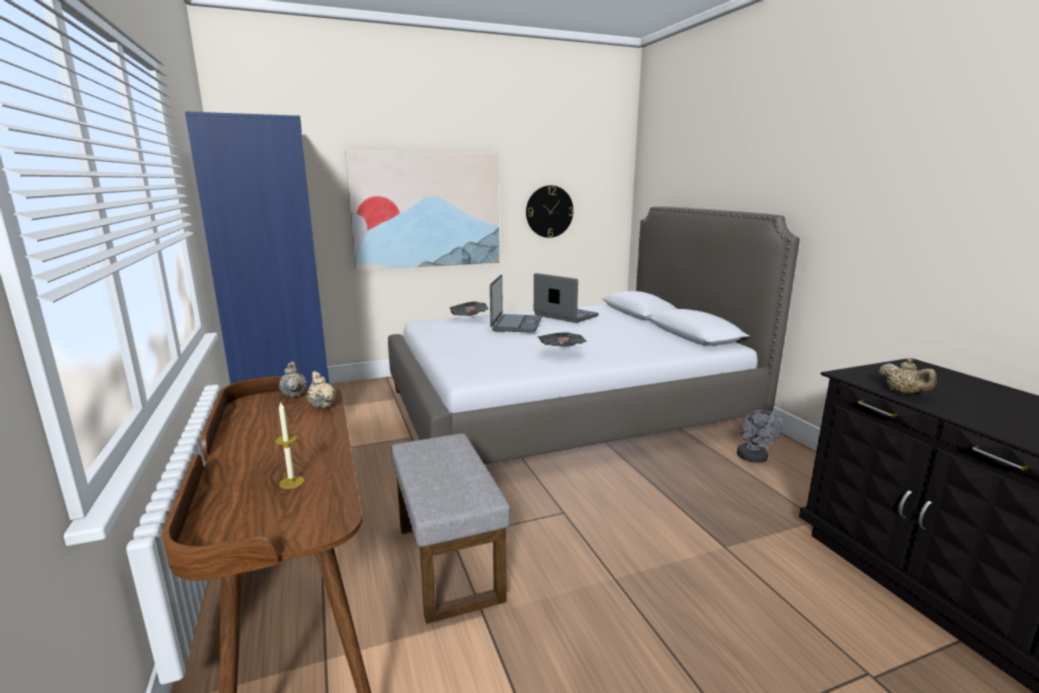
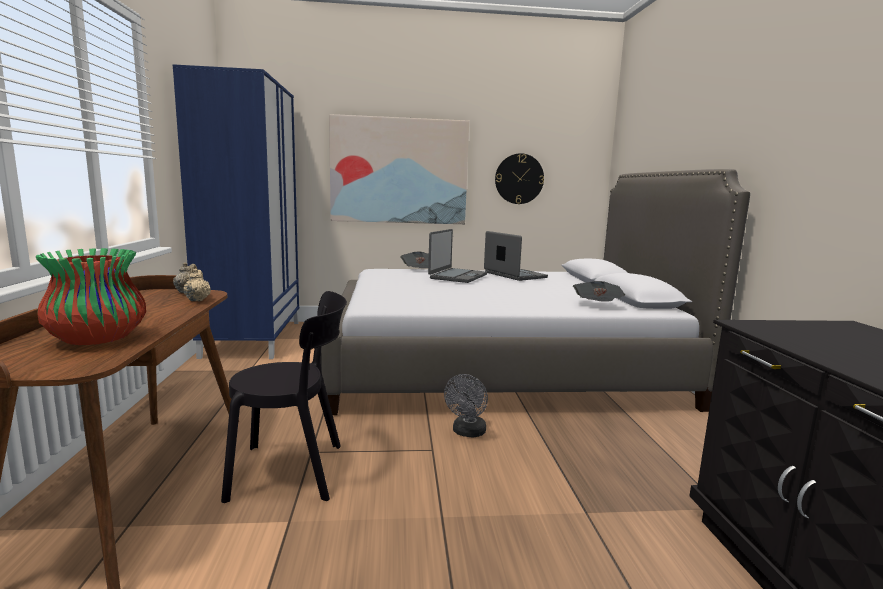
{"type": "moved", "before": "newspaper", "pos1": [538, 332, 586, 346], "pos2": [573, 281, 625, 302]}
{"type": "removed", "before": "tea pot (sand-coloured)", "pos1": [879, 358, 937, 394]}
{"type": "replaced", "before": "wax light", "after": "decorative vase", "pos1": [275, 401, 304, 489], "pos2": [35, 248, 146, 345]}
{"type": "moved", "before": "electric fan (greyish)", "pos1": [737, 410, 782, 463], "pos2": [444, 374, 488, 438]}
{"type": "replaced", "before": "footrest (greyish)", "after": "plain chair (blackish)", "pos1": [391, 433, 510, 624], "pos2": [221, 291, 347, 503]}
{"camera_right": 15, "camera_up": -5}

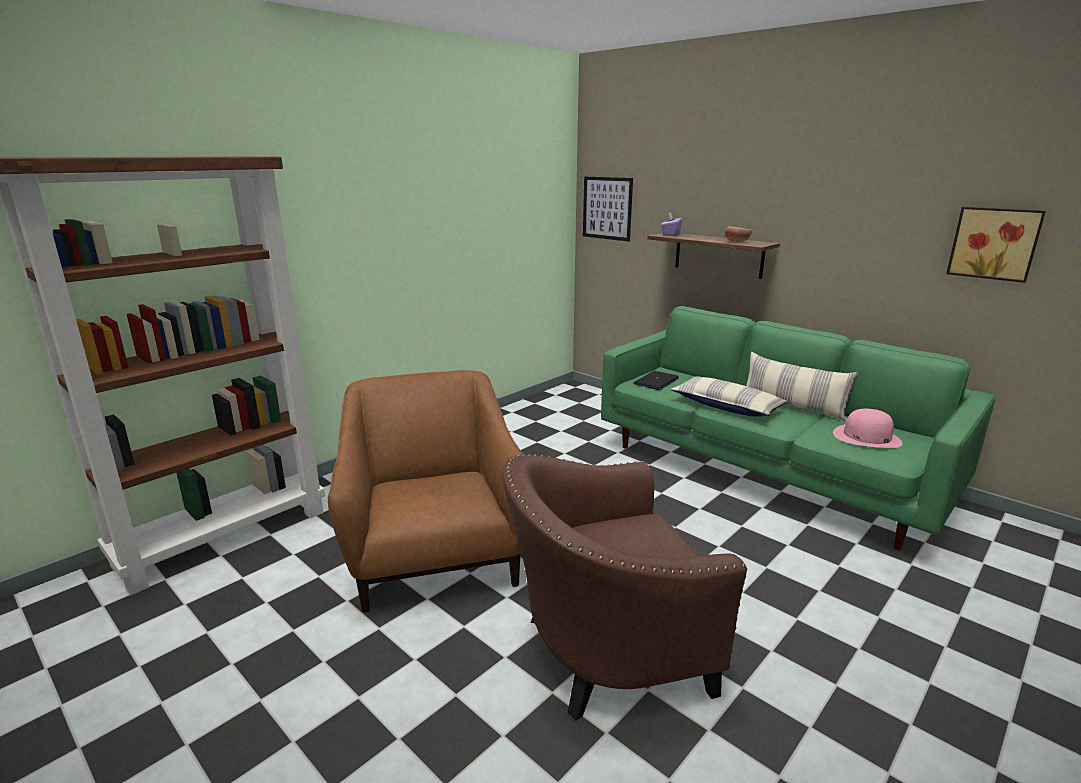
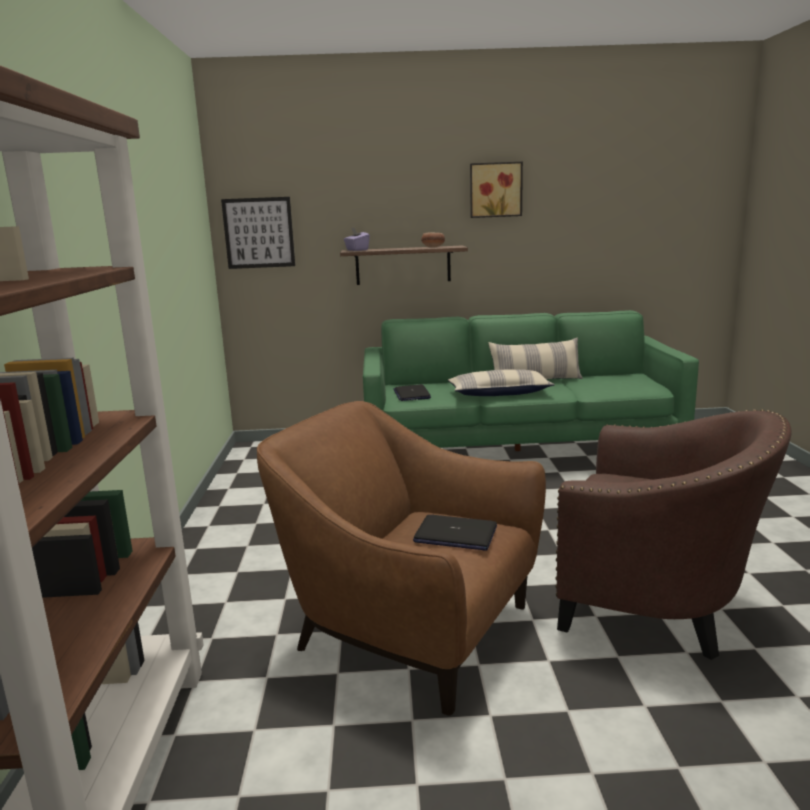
{"type": "moved", "before": "picture", "pos1": [946, 207, 1046, 283], "pos2": [470, 162, 523, 218]}
{"type": "removed", "before": "wearable hat (pink-coloured)", "pos1": [833, 409, 902, 448]}
{"type": "turned", "before": "lounge chair (brown-coloured)", "pos1": [502, 454, 747, 720], "pos2": [555, 410, 791, 660], "turn": -90}
{"type": "added", "after": "notebook computer", "pos2": [413, 515, 497, 550]}
{"camera_right": -45, "camera_up": -5}

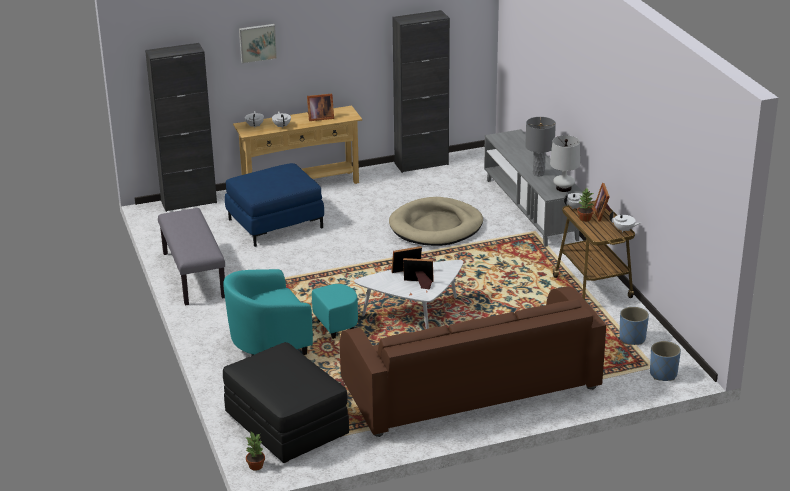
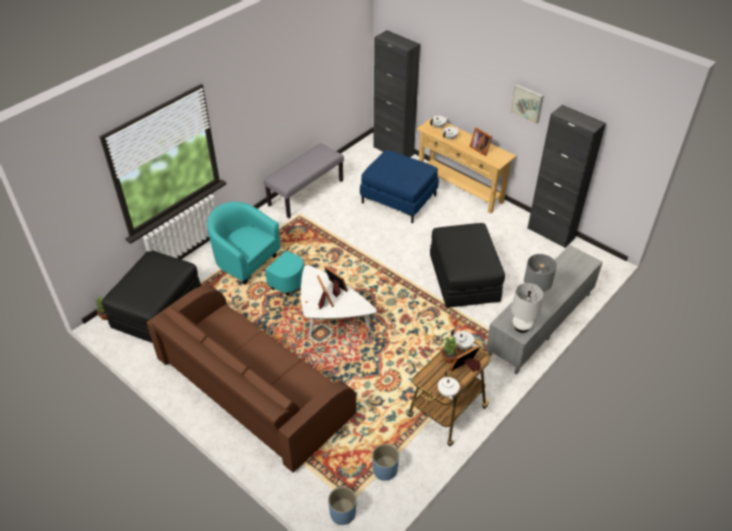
{"type": "moved", "before": "picture", "pos1": [239, 24, 277, 64], "pos2": [510, 84, 544, 124]}
{"type": "replaced", "before": "dog cushion (sand-coloured)", "after": "footrest (blackish)", "pos1": [389, 197, 483, 246], "pos2": [430, 223, 505, 308]}
{"camera_right": 60, "camera_up": 15}

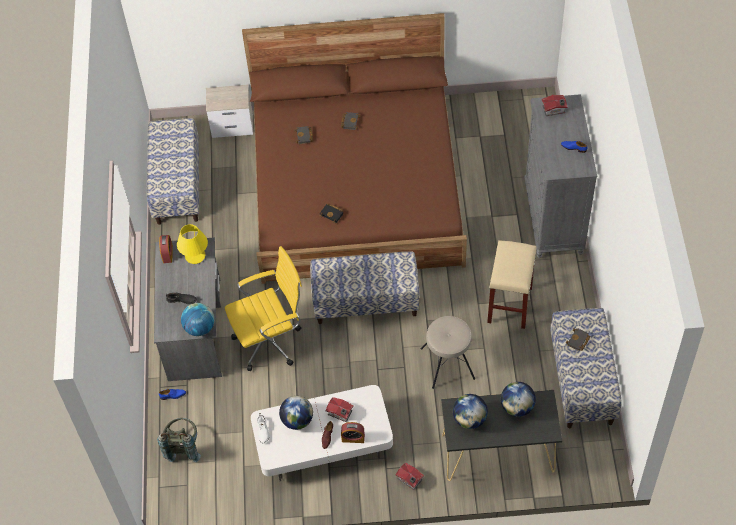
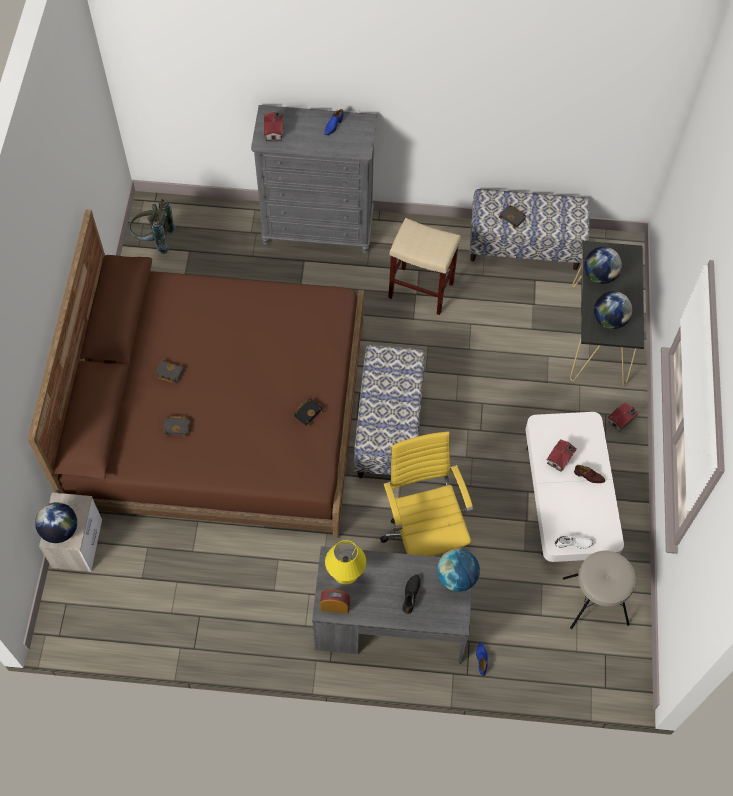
{"type": "removed", "before": "long seat", "pos1": [147, 118, 199, 225]}
{"type": "moved", "before": "stool (sand-coloured)", "pos1": [421, 316, 475, 389], "pos2": [563, 550, 636, 629]}
{"type": "moved", "before": "globe", "pos1": [279, 396, 313, 430], "pos2": [35, 502, 77, 543]}
{"type": "moved", "before": "backpack (greyish)", "pos1": [157, 418, 201, 462], "pos2": [129, 199, 176, 254]}
{"type": "removed", "before": "table clock", "pos1": [341, 422, 365, 443]}
{"camera_right": -85, "camera_up": 5}

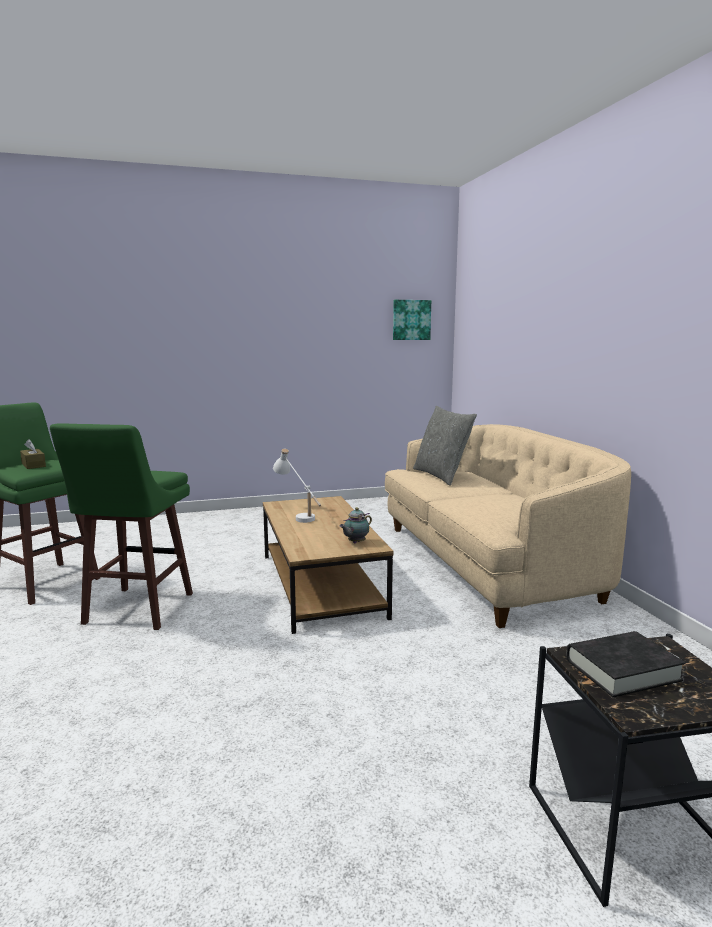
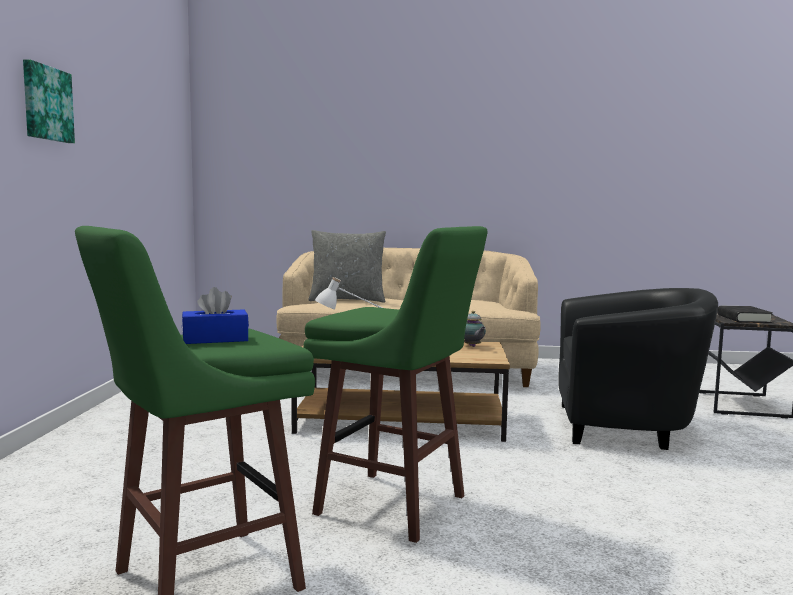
{"type": "moved", "before": "picture", "pos1": [393, 300, 431, 340], "pos2": [23, 59, 75, 143]}
{"type": "recoloured", "before": "tissue box (brown-coloured)", "after": "tissue box (blue-coloured)", "pos1": [20, 439, 46, 469], "pos2": [182, 287, 249, 344]}
{"type": "added", "after": "lounge chair (blackish)", "pos2": [558, 288, 718, 450]}
{"camera_right": -70, "camera_up": -5}

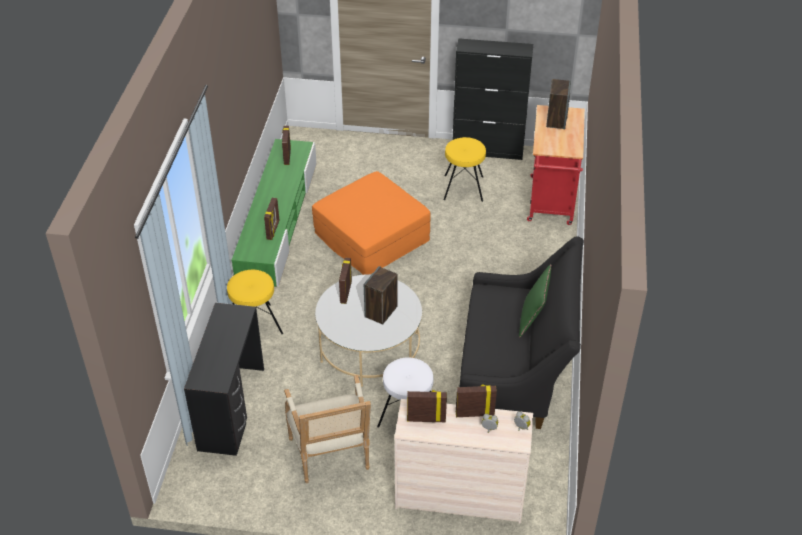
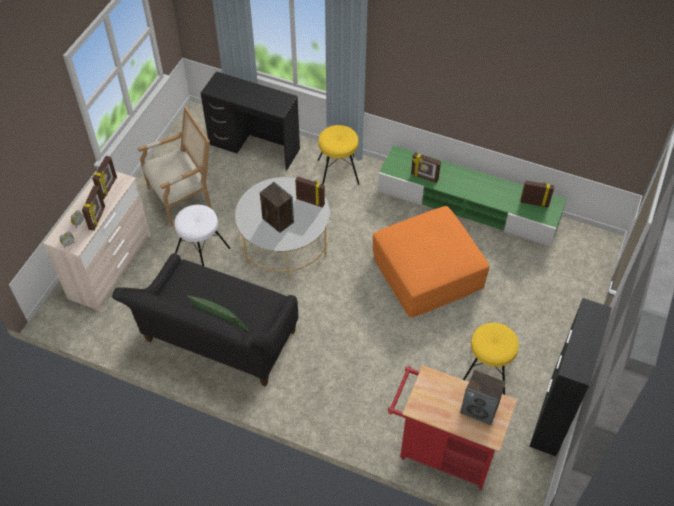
{"type": "turned", "before": "lounge chair", "pos1": [284, 375, 371, 483], "pos2": [137, 107, 211, 227], "turn": 150}
{"camera_right": 105, "camera_up": 10}

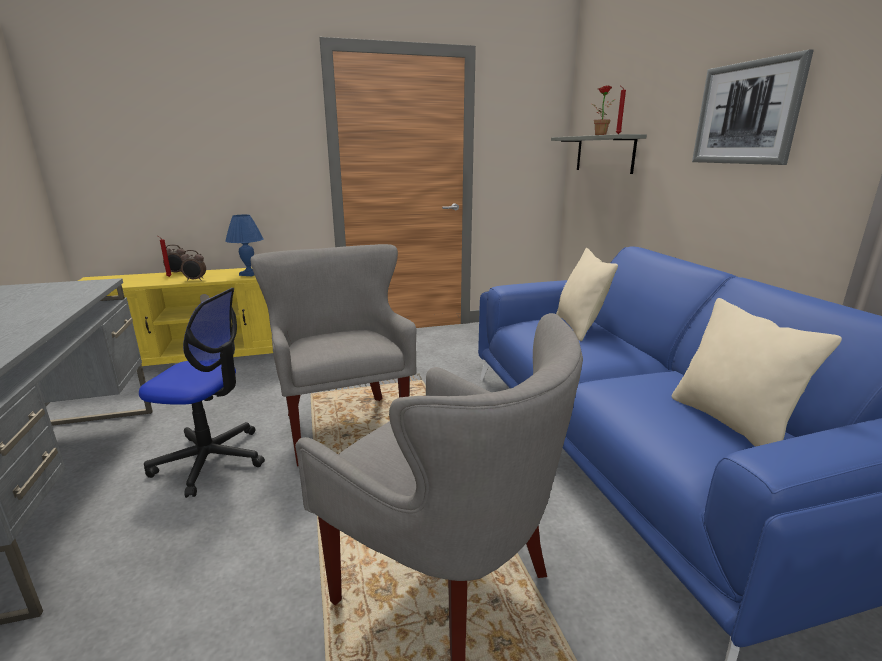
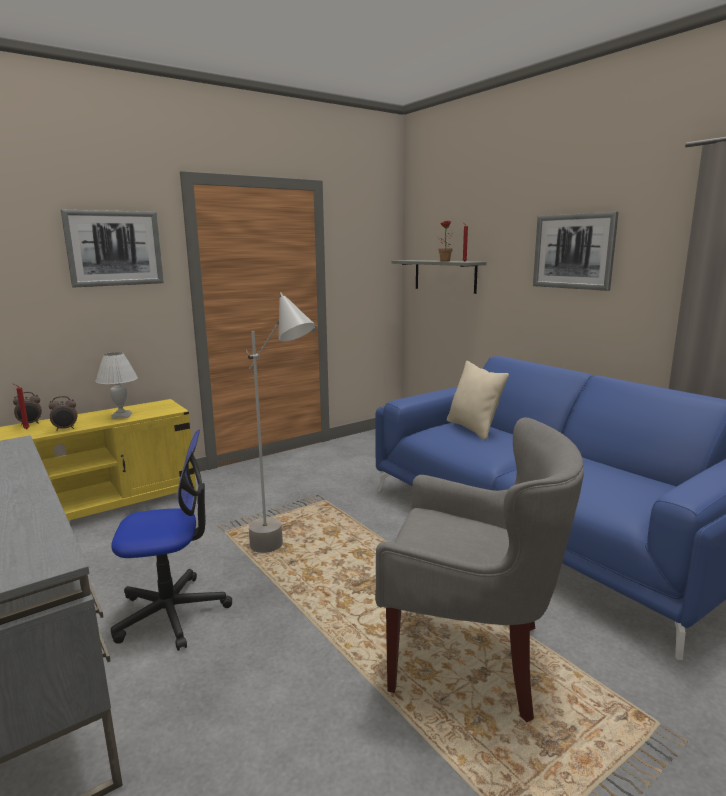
{"type": "recoloured", "before": "table lamp (blue-coloured)", "after": "table lamp (white)", "pos1": [225, 215, 264, 276], "pos2": [96, 352, 138, 419]}
{"type": "replaced", "before": "lounge chair (greyish)", "after": "standing lamp (greyish)", "pos1": [251, 244, 417, 467], "pos2": [246, 292, 315, 553]}
{"type": "removed", "before": "throw pillow (sand-coloured)", "pos1": [672, 298, 842, 447]}
{"type": "added", "after": "picture", "pos2": [61, 210, 164, 287]}
{"camera_right": -20, "camera_up": -5}

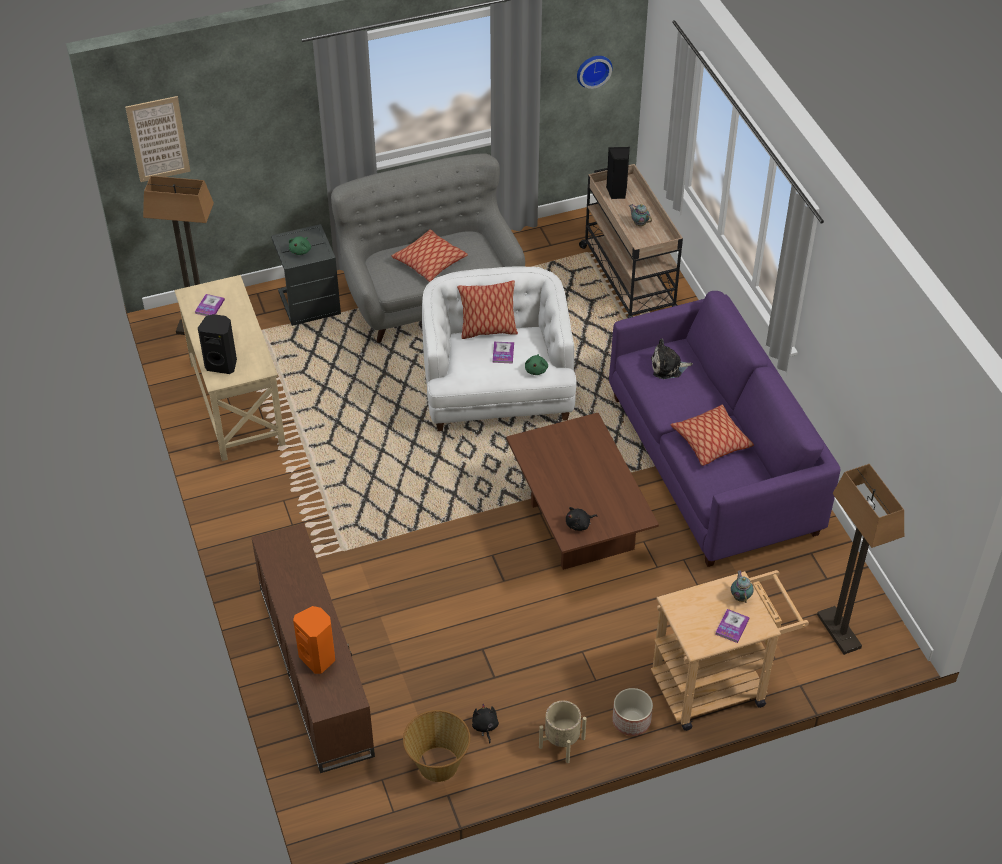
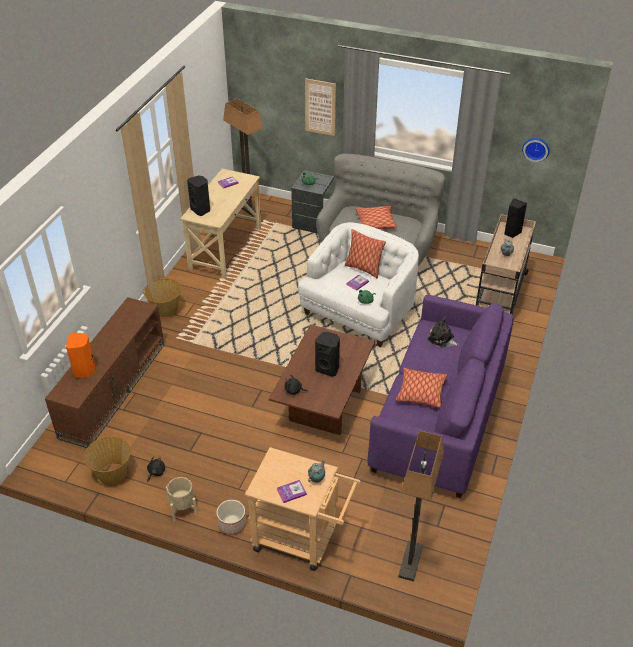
{"type": "moved", "before": "picture", "pos1": [125, 96, 191, 182], "pos2": [305, 78, 336, 136]}
{"type": "added", "after": "storage basket", "pos2": [143, 278, 182, 318]}
{"type": "added", "after": "audio speaker (blackish)", "pos2": [315, 332, 340, 377]}
{"camera_right": 40, "camera_up": -5}

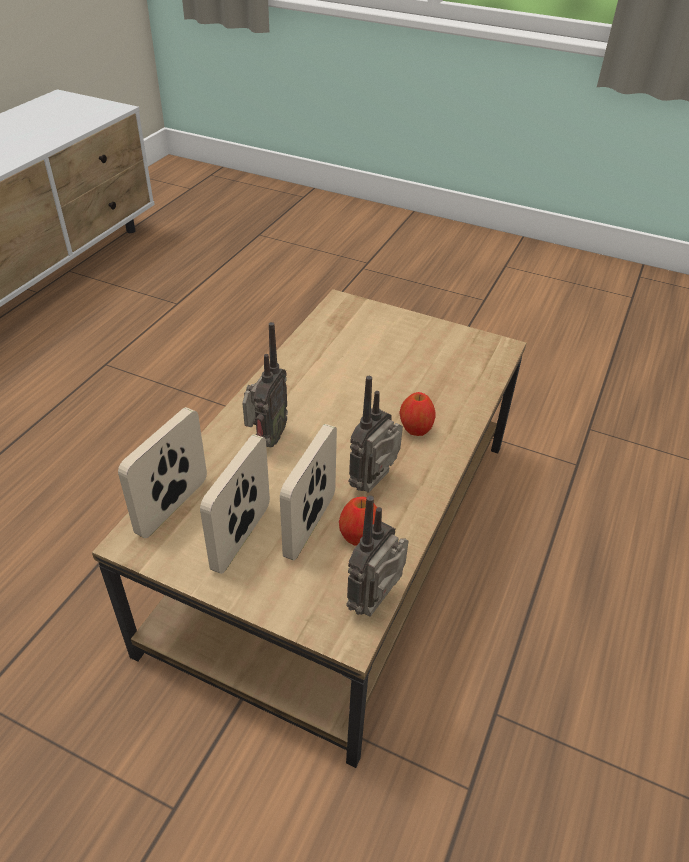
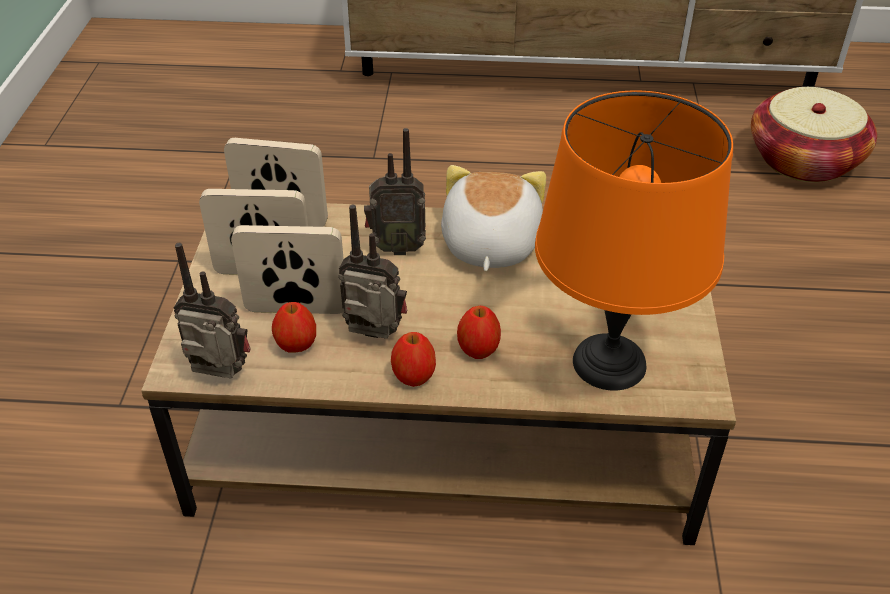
{"type": "added", "after": "storage basket", "pos2": [751, 87, 877, 183]}
{"type": "added", "after": "table lamp (orange-coloured)", "pos2": [535, 90, 733, 391]}
{"type": "added", "after": "plush toy", "pos2": [441, 165, 546, 271]}
{"type": "added", "after": "apple", "pos2": [391, 332, 436, 387]}
{"camera_right": 70, "camera_up": 0}

